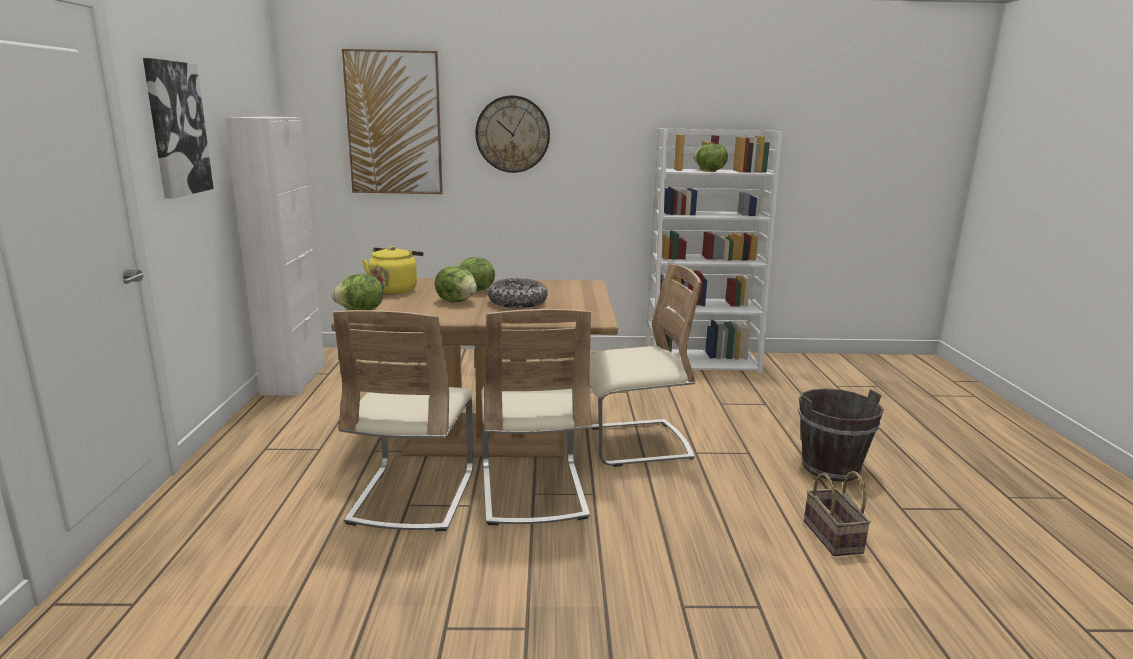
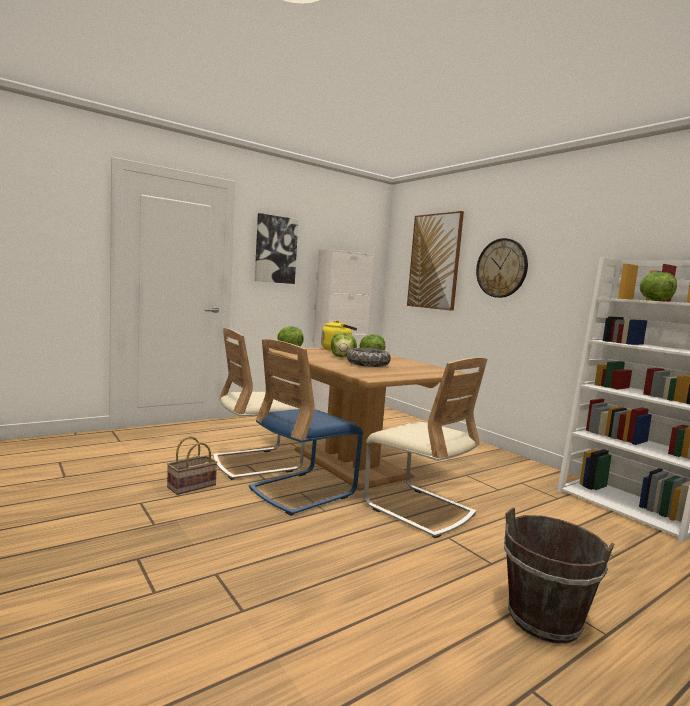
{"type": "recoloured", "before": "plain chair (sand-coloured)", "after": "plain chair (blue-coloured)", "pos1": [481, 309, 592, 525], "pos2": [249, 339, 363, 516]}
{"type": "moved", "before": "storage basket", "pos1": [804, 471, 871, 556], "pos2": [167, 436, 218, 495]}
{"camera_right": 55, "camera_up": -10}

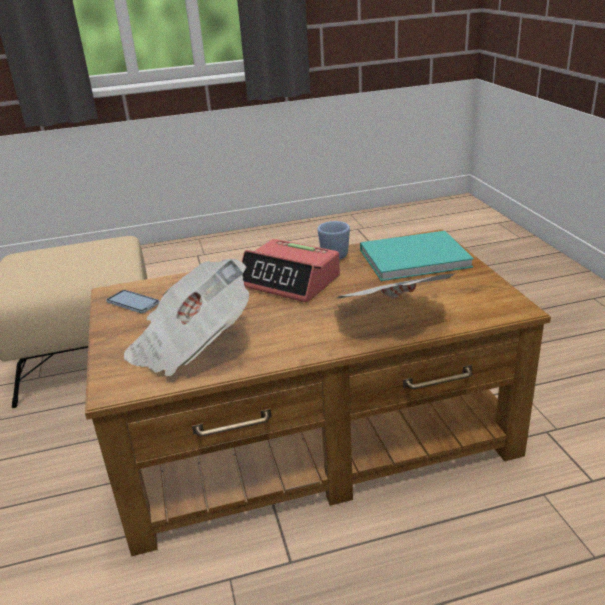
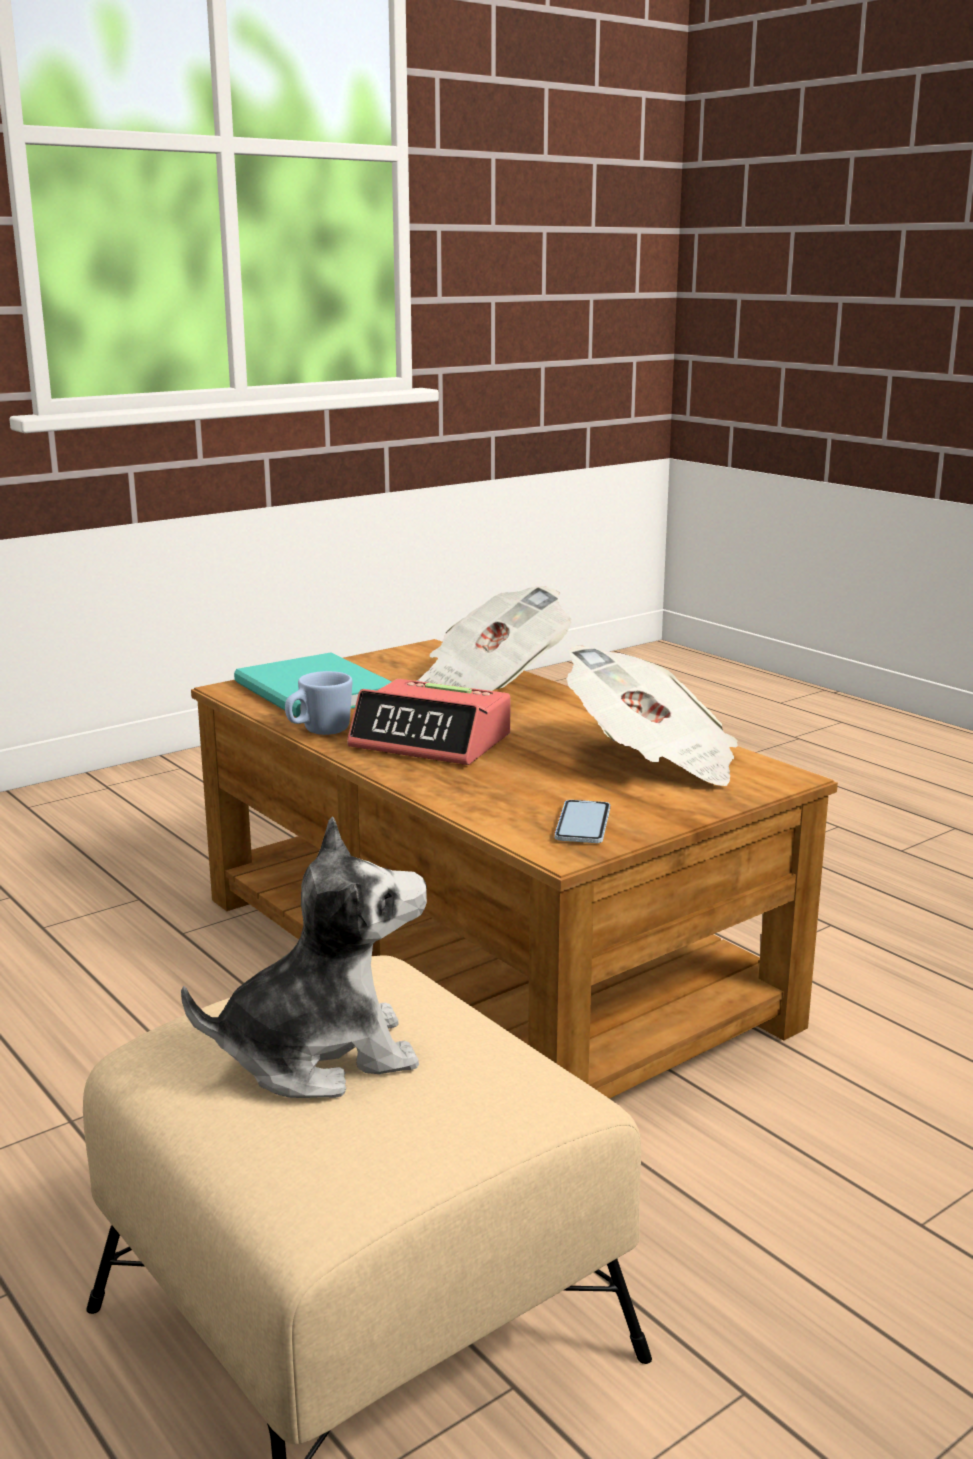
{"type": "turned", "before": "table clock", "pos1": [242, 239, 340, 303], "pos2": [347, 679, 510, 765], "turn": 105}
{"type": "added", "after": "plush toy", "pos2": [181, 816, 427, 1098]}
{"camera_right": -115, "camera_up": -10}

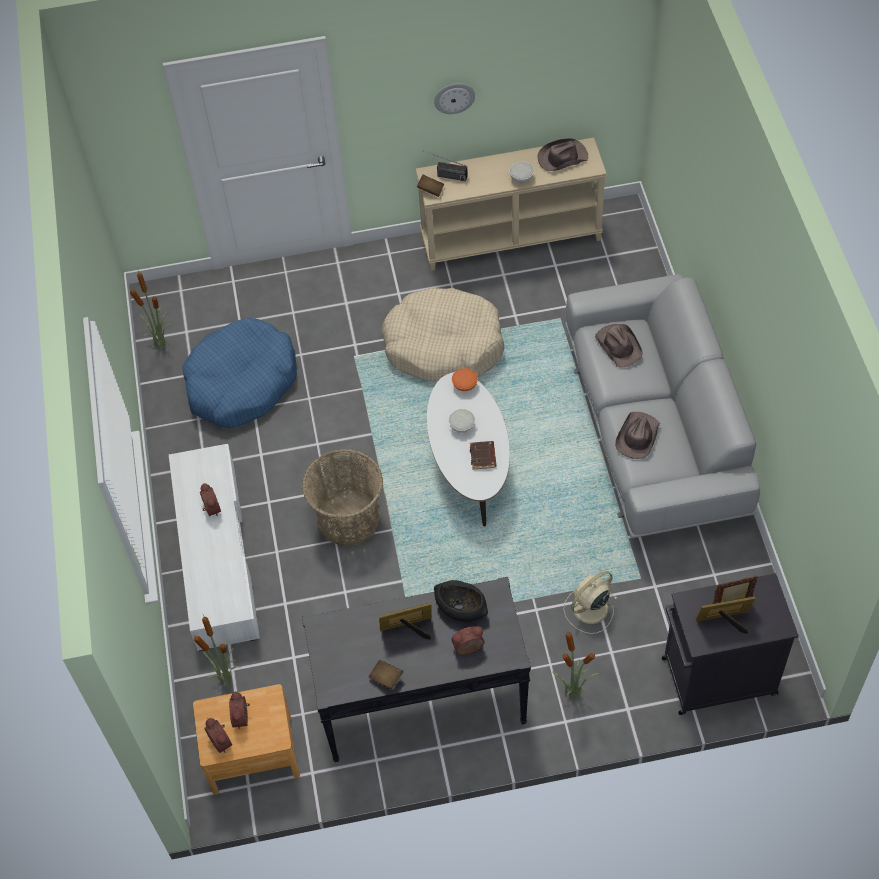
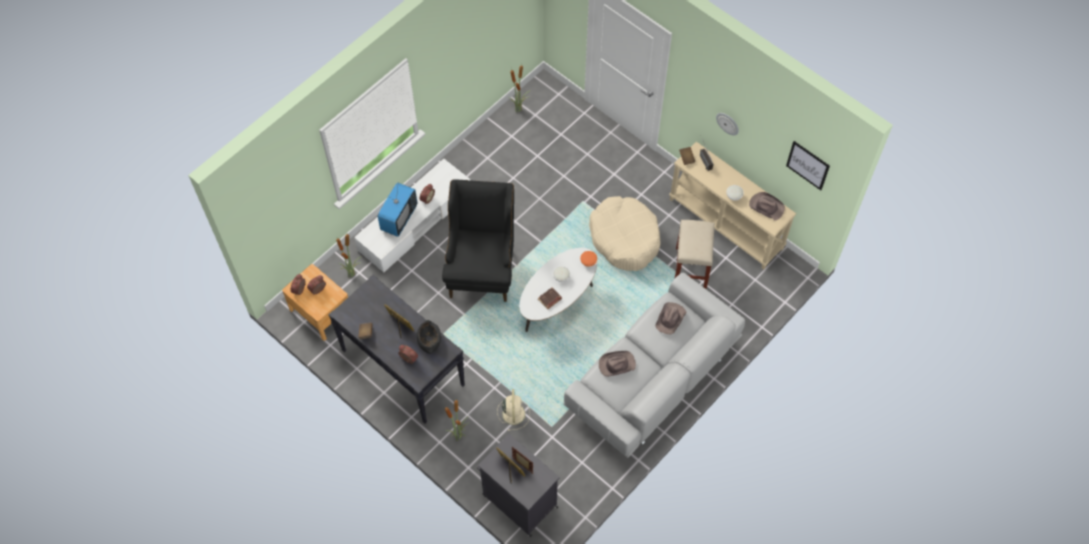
{"type": "removed", "before": "dog cushion (blue-coloured)", "pos1": [182, 318, 297, 428]}
{"type": "replaced", "before": "storage basket", "after": "lounge chair (blackish)", "pos1": [302, 449, 383, 546], "pos2": [442, 179, 514, 302]}
{"type": "turned", "before": "electric fan (sand-coloured)", "pos1": [563, 571, 617, 634], "pos2": [497, 389, 530, 431], "turn": 75}
{"type": "added", "after": "picture", "pos2": [786, 141, 830, 190]}
{"type": "added", "after": "TV set", "pos2": [378, 182, 417, 237]}
{"type": "added", "after": "stool (sand-coloured)", "pos2": [674, 220, 715, 289]}
{"camera_right": 50, "camera_up": 5}

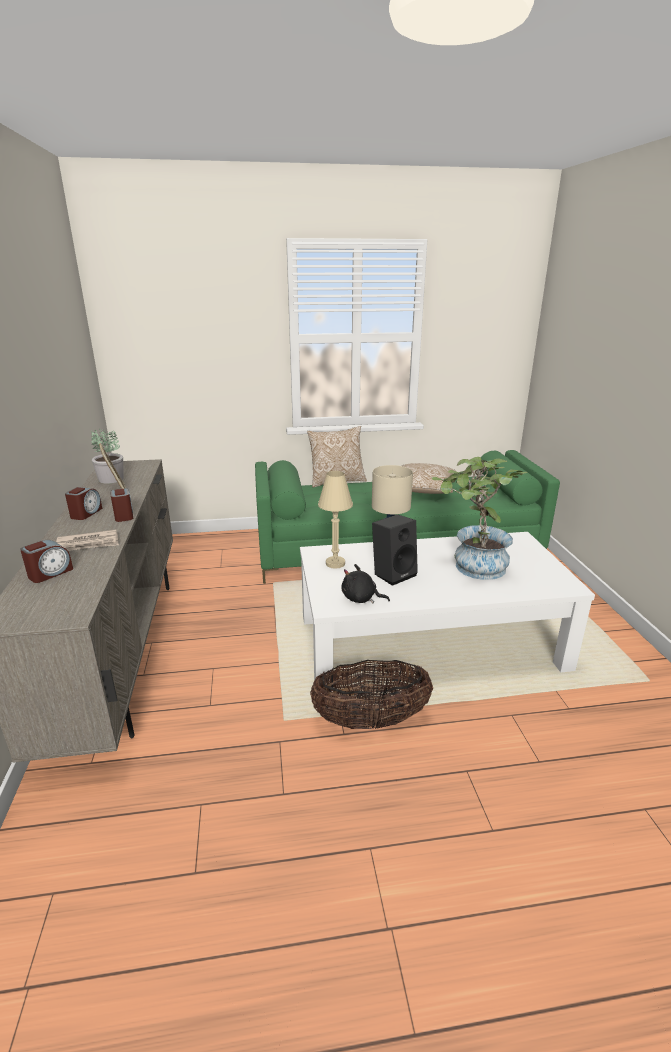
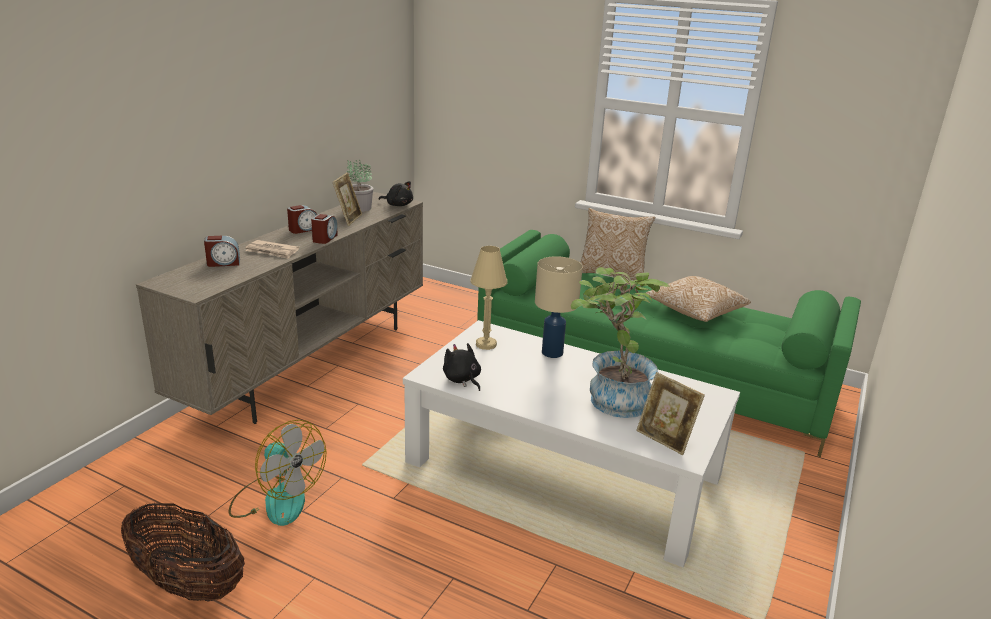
{"type": "removed", "before": "audio speaker (blackish)", "pos1": [372, 514, 418, 586]}
{"type": "moved", "before": "storage basket", "pos1": [310, 660, 433, 729], "pos2": [121, 503, 245, 602]}
{"type": "added", "after": "plush toy (blackish)", "pos2": [379, 181, 413, 206]}
{"type": "added", "after": "standing frame", "pos2": [636, 372, 705, 455]}
{"type": "added", "after": "electric fan", "pos2": [229, 420, 327, 526]}
{"camera_right": 35, "camera_up": 0}

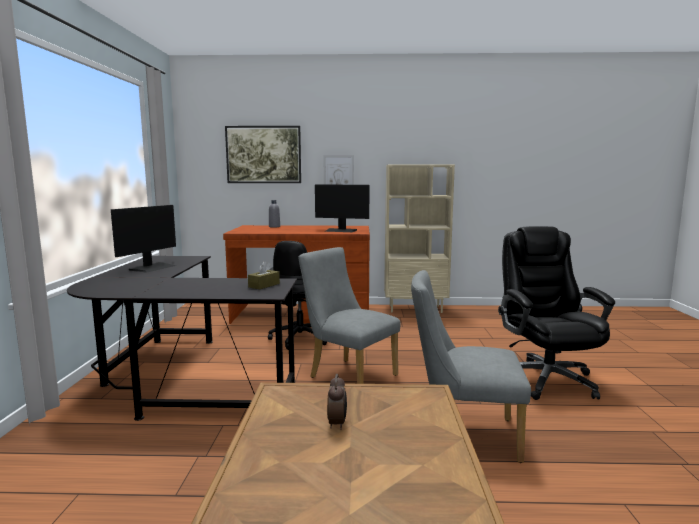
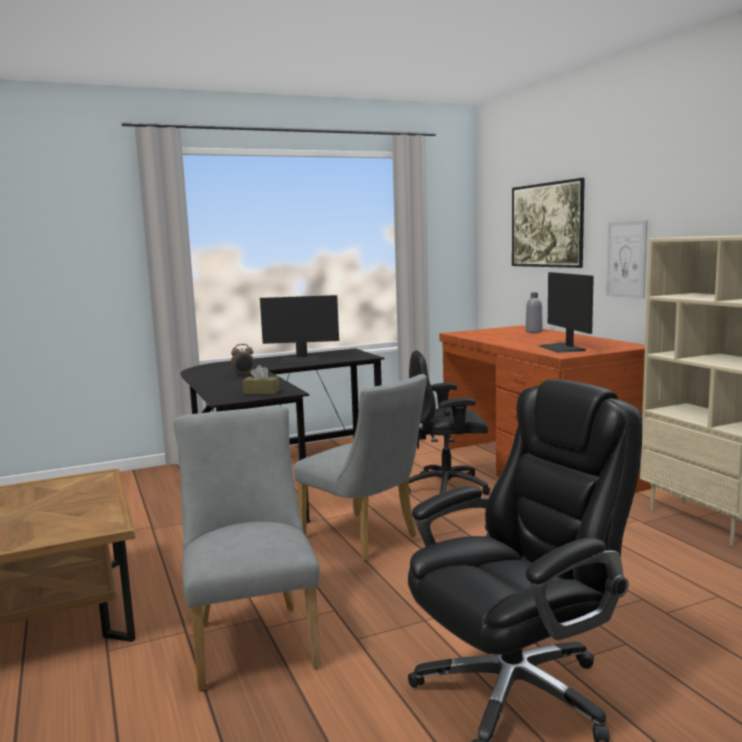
{"type": "turned", "before": "plain chair (greyish)", "pos1": [298, 247, 401, 384], "pos2": [293, 374, 427, 561], "turn": 120}
{"type": "moved", "before": "table clock", "pos1": [327, 374, 347, 430], "pos2": [231, 344, 254, 376]}
{"camera_right": 65, "camera_up": 0}

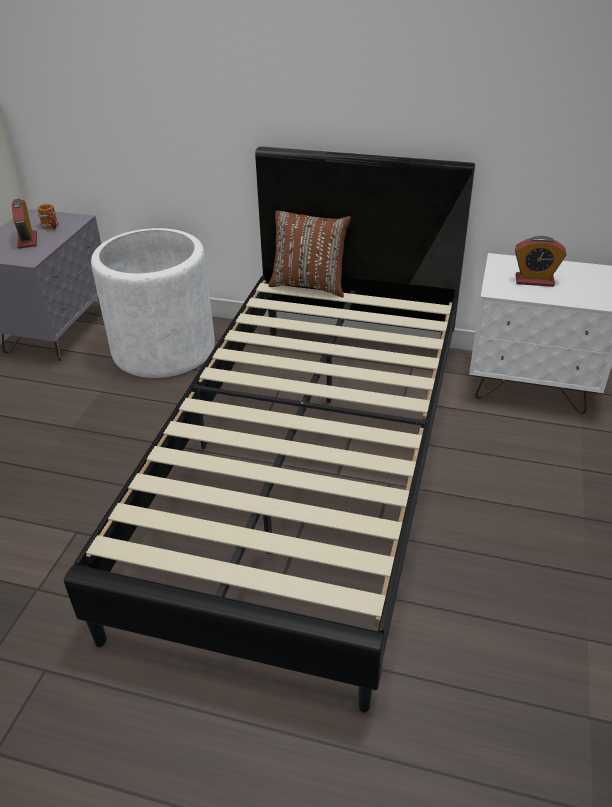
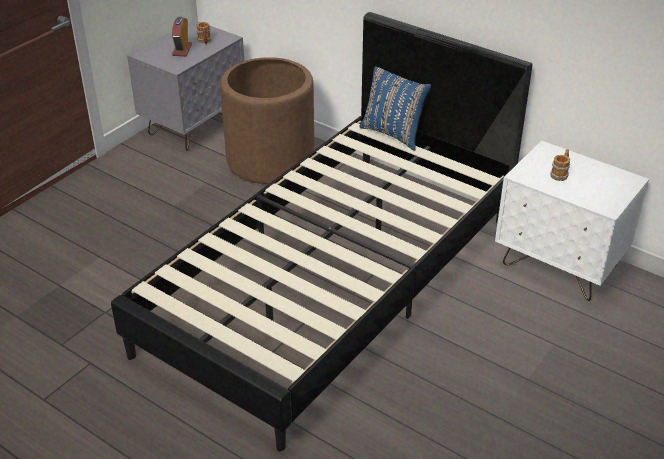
{"type": "recoloured", "before": "throw pillow (brown-coloured)", "after": "throw pillow (blue-coloured)", "pos1": [268, 211, 351, 297], "pos2": [359, 66, 431, 151]}
{"type": "recoloured", "before": "flower pot (white)", "after": "flower pot (brown-coloured)", "pos1": [91, 228, 215, 378], "pos2": [220, 57, 314, 184]}
{"type": "replaced", "before": "table clock", "after": "coffee mug", "pos1": [515, 236, 566, 287], "pos2": [550, 149, 570, 181]}
{"camera_right": 20, "camera_up": 0}

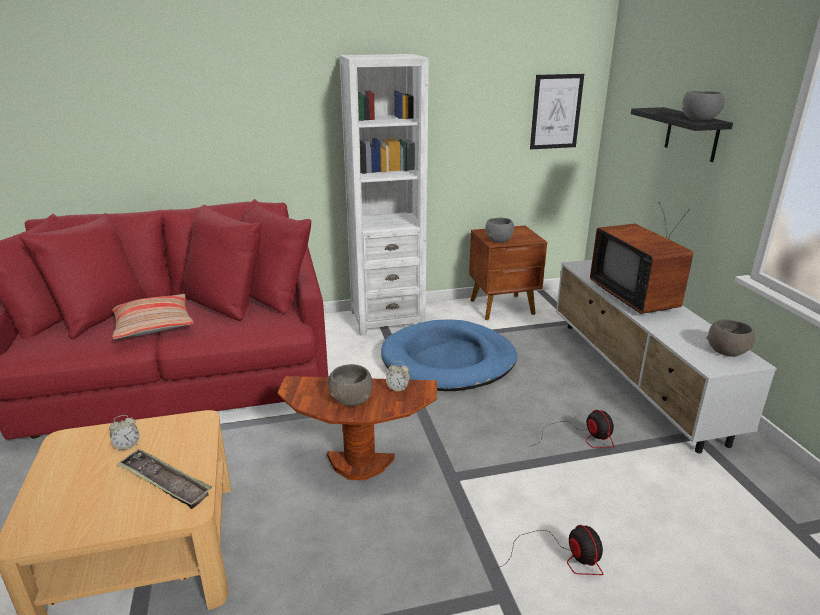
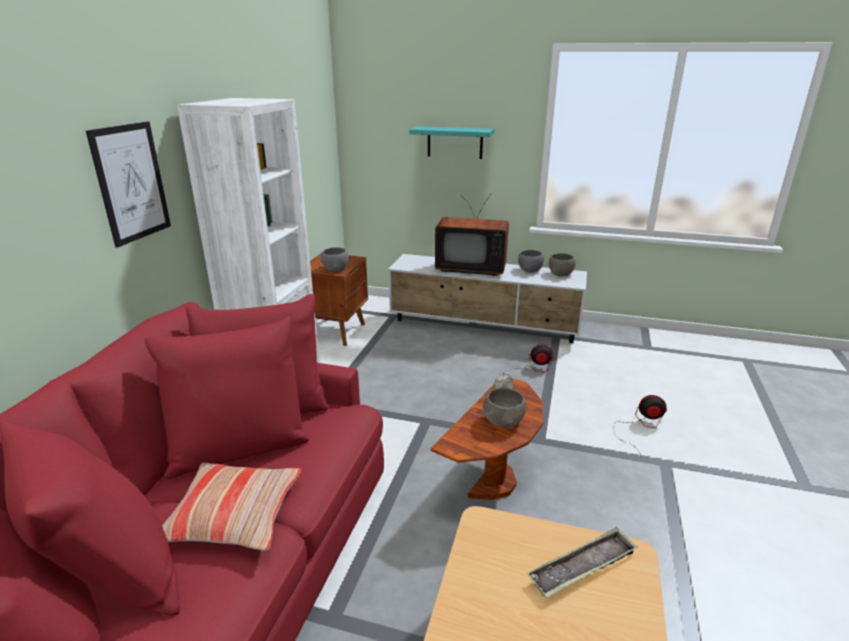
{"type": "moved", "before": "picture", "pos1": [530, 74, 584, 149], "pos2": [86, 121, 171, 248]}
{"type": "moved", "before": "serving bowl (greyish)", "pos1": [682, 91, 724, 121], "pos2": [518, 250, 544, 273]}
{"type": "recoloured", "before": "bracket shelf (blackish)", "after": "bracket shelf (turquoise)", "pos1": [631, 107, 733, 162], "pos2": [409, 126, 494, 159]}
{"type": "removed", "before": "dog cushion (blue-coloured)", "pos1": [381, 319, 517, 391]}
{"type": "removed", "before": "table clock", "pos1": [109, 415, 140, 452]}
{"camera_right": -60, "camera_up": 0}

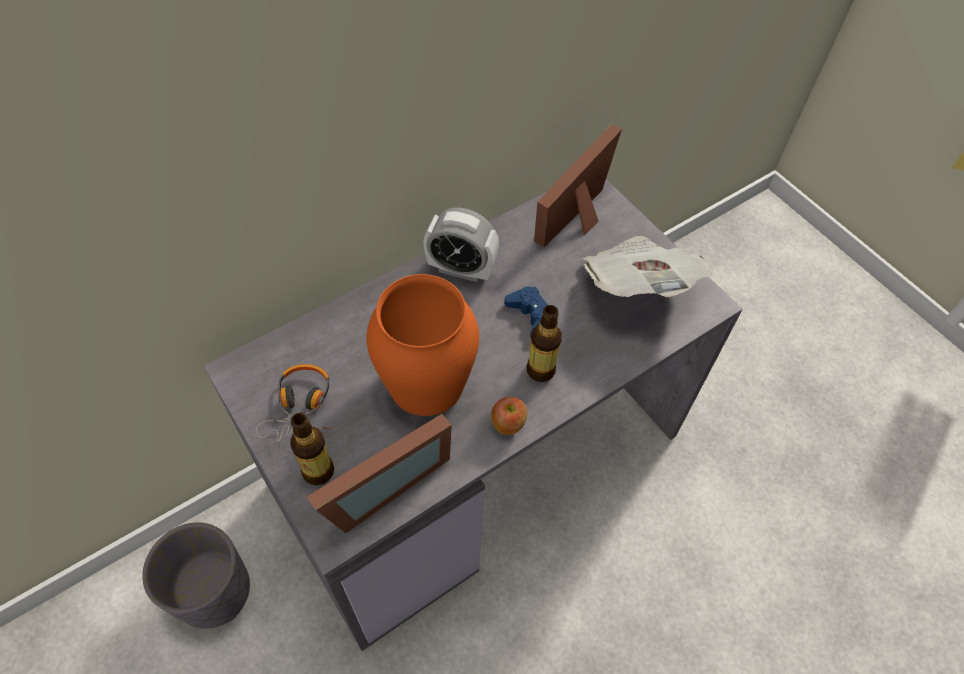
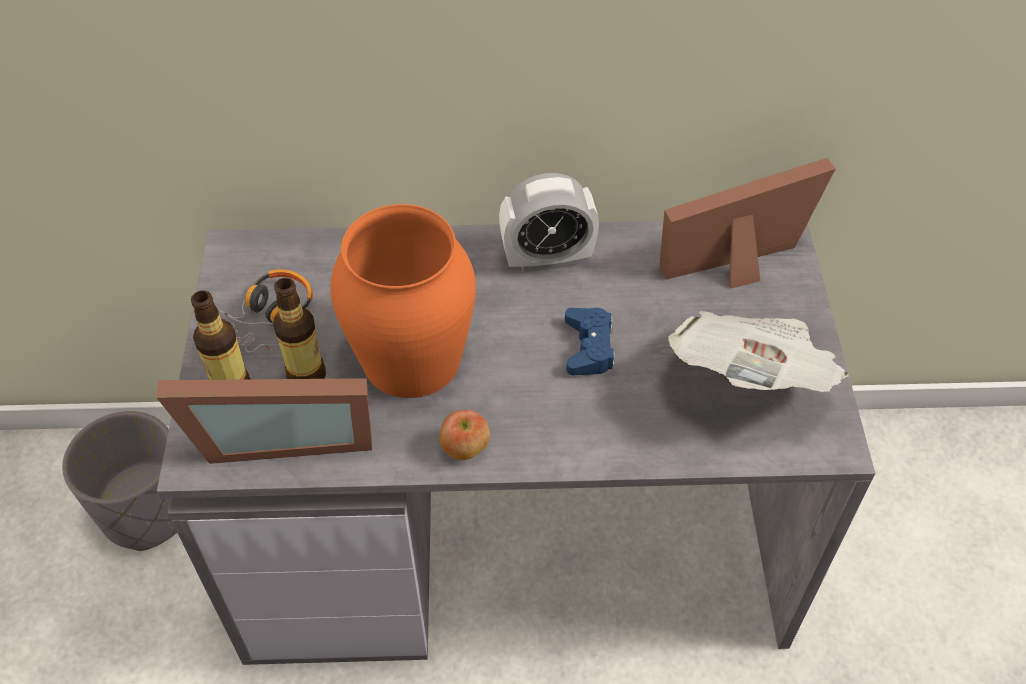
{"type": "turned", "before": "table clock", "pos1": [423, 208, 499, 282], "pos2": [499, 173, 599, 273], "turn": -60}
{"type": "moved", "before": "beverage bottle", "pos1": [526, 305, 562, 382], "pos2": [273, 278, 326, 379]}
{"camera_right": 35, "camera_up": -5}

